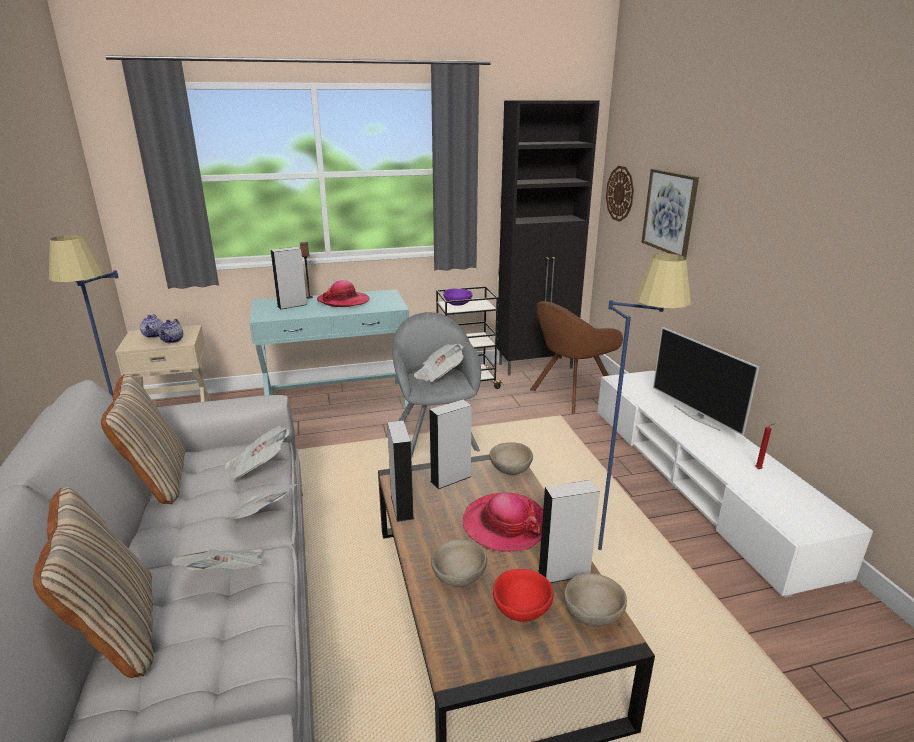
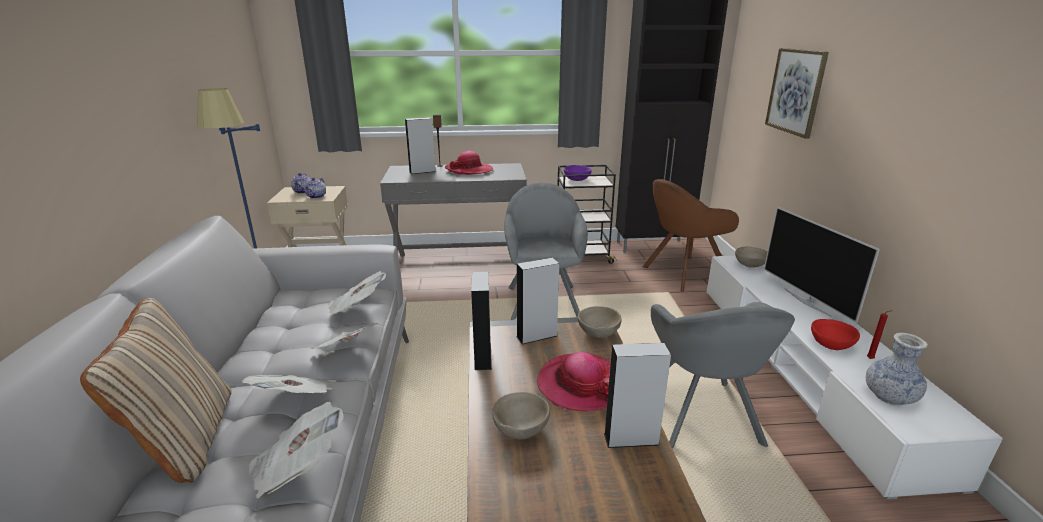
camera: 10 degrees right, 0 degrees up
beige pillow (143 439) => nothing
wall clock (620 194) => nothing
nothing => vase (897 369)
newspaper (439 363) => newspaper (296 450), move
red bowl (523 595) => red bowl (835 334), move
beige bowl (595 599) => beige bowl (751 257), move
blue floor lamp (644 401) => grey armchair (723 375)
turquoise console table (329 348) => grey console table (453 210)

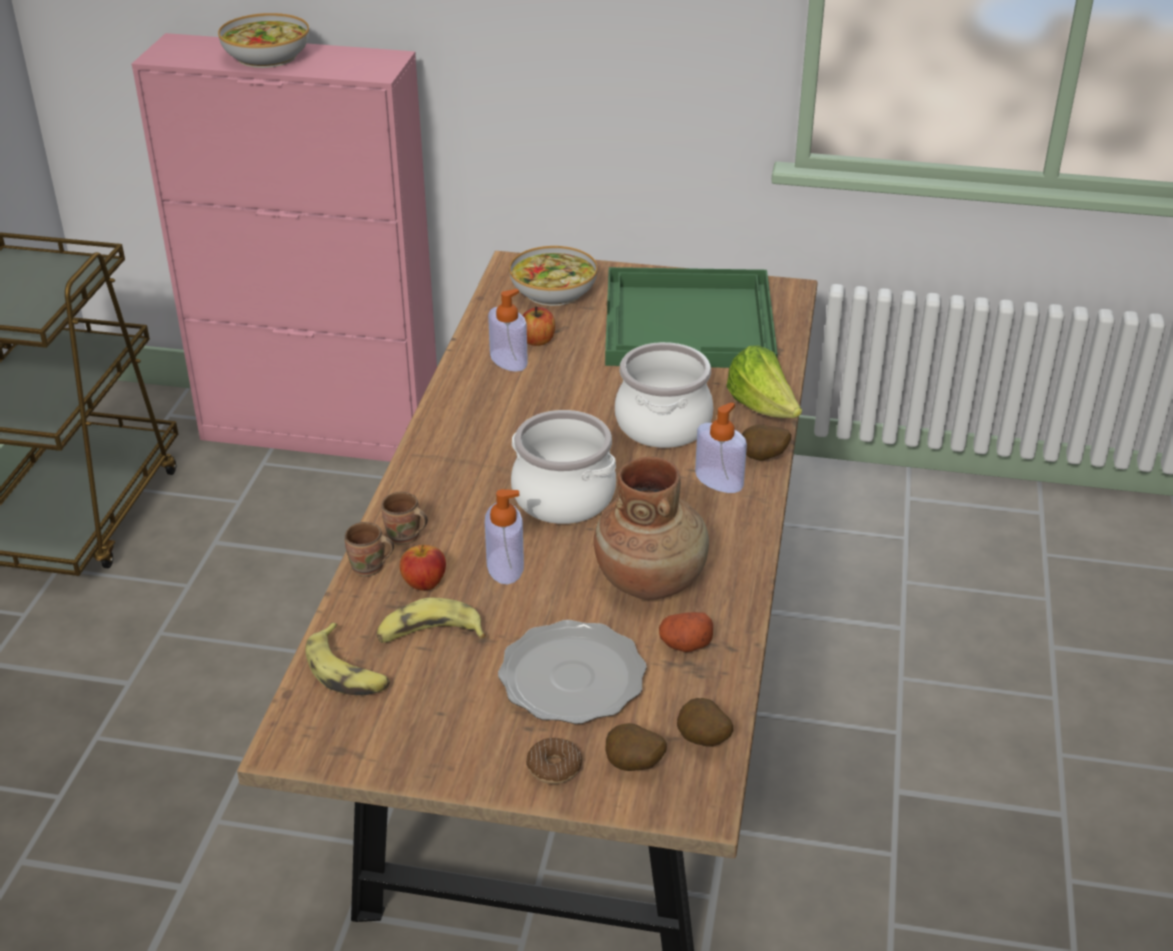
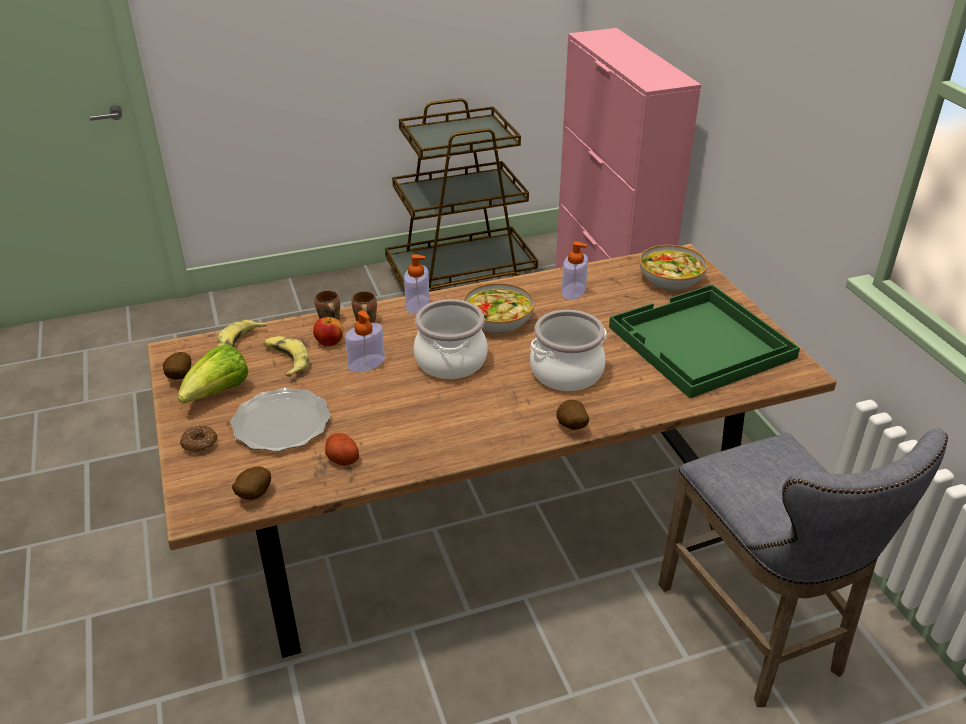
camera: 60 degrees right, 0 degrees up
apple (538 326) => nothing
brown vase (651 528) => nothing
nothing => grey stool (803 567)
bowl (263 40) => bowl (498 308), move
potato (636 747) => potato (177 365), move
soap dispenser (721 447) => soap dispenser (417 284), move
lettuce (764 381) => lettuce (213 373), move

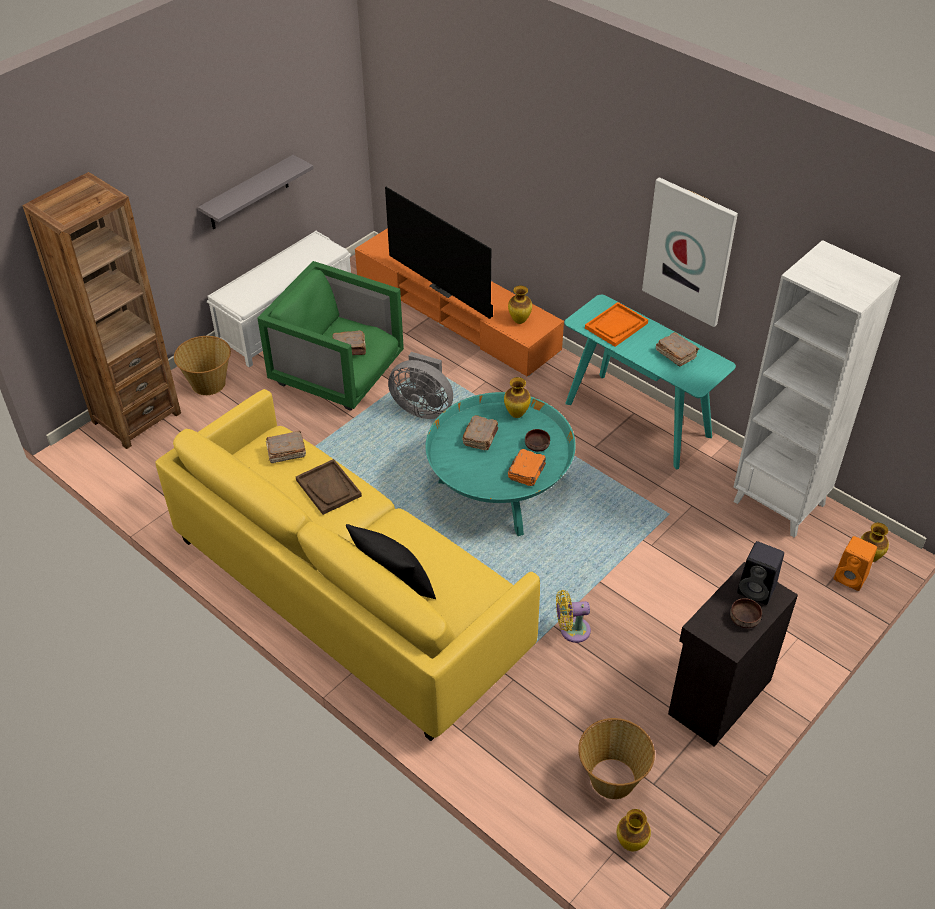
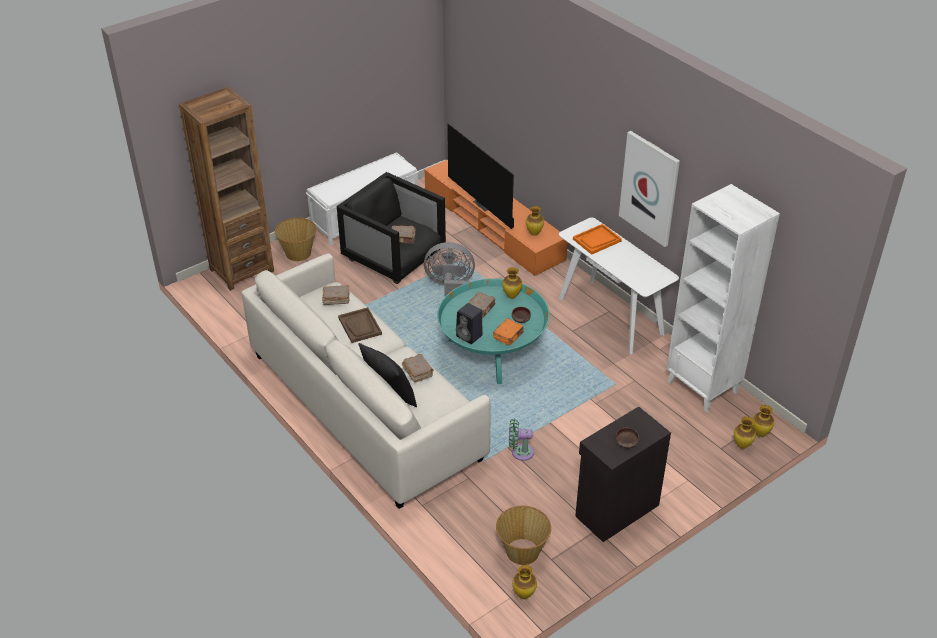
camera: 10 degrees right, 5 degrees down
grey shelf (256 192) => nothing
brown book (677 349) => brown book (418 368), move
black speaker (760 573) => black speaker (469 323), move
orange speaker (855 563) => vase (745 433)
yellow sofa (347 565) => white sofa (366 381)
green armchair (330 336) => black armchair (391 228)
yellow fan (573 616) => green fan (521 440)
turquoise console table (650 382) => white console table (619 286)
grey fan (420 385) => grey fan (449 269), 150 degrees clockwise

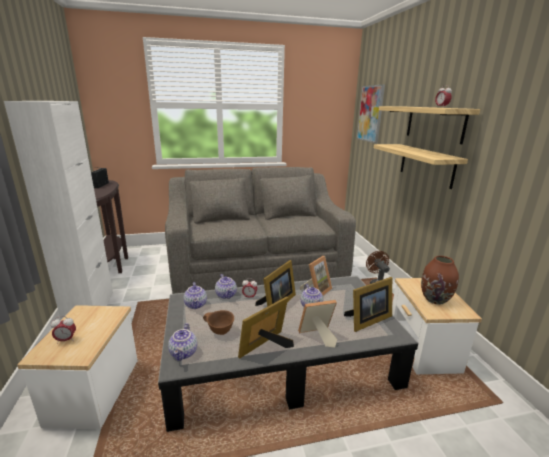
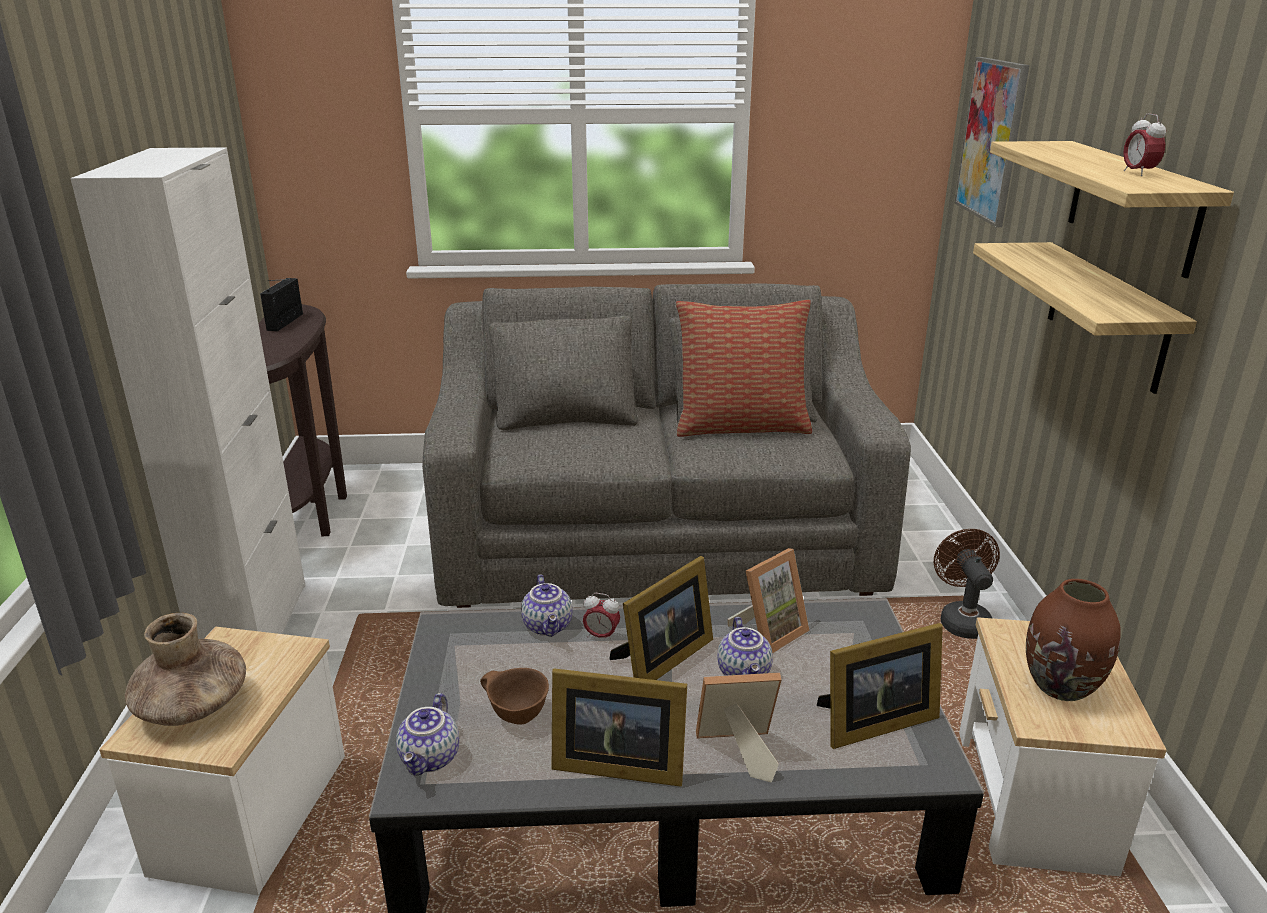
camera: 10 degrees right, 5 degrees up
teapot (195 295) => nothing
nothing => pillow (744 368)
alarm clock (63 329) => brown vase (185 669)
picture frame (266 327) => picture frame (619 727), 135 degrees counterclockwise

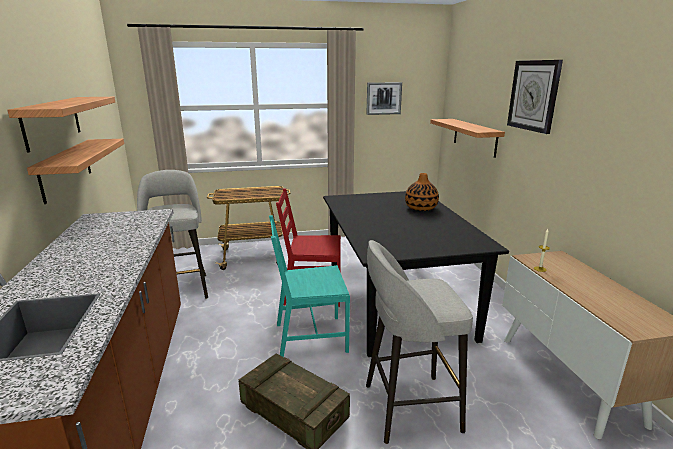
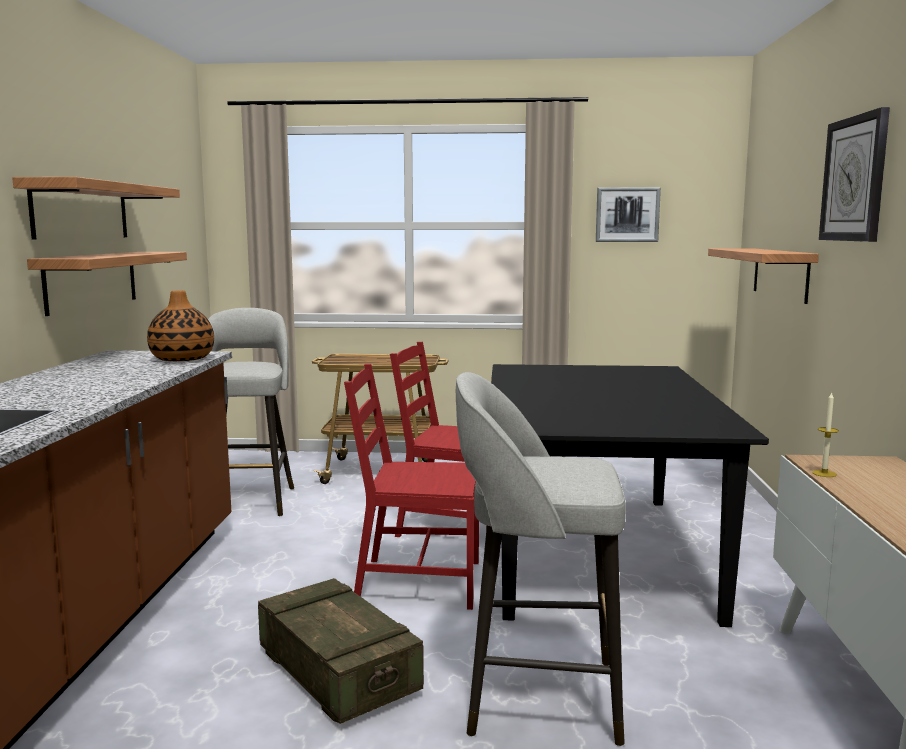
camera: 15 degrees right, 10 degrees down
vase (422 192) => vase (180 325), move
turquoise chair (309 286) => red chair (411 487)

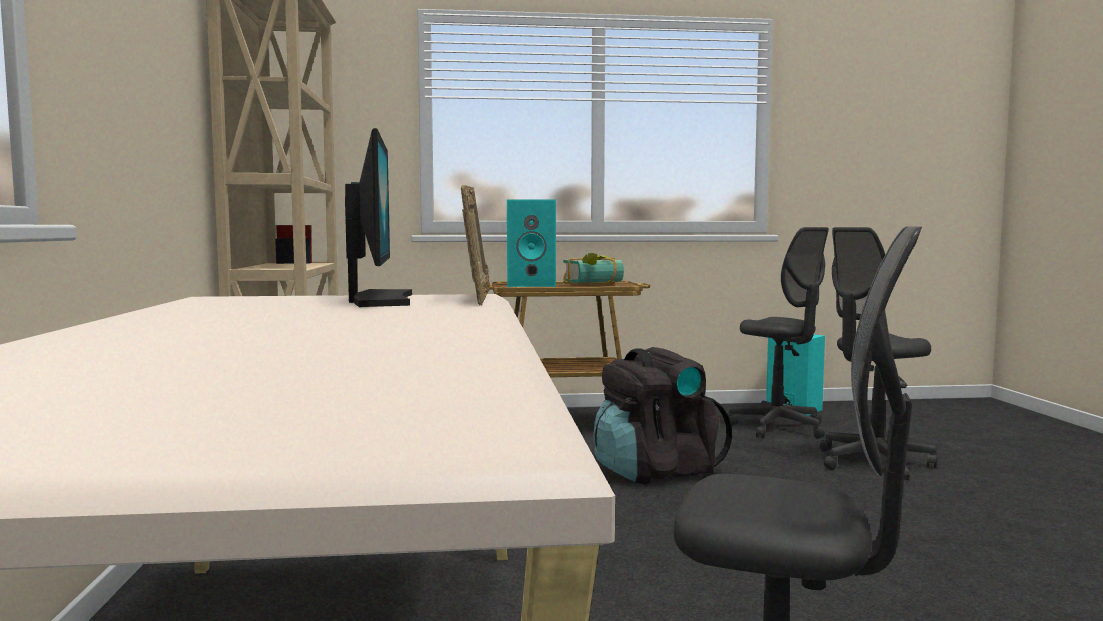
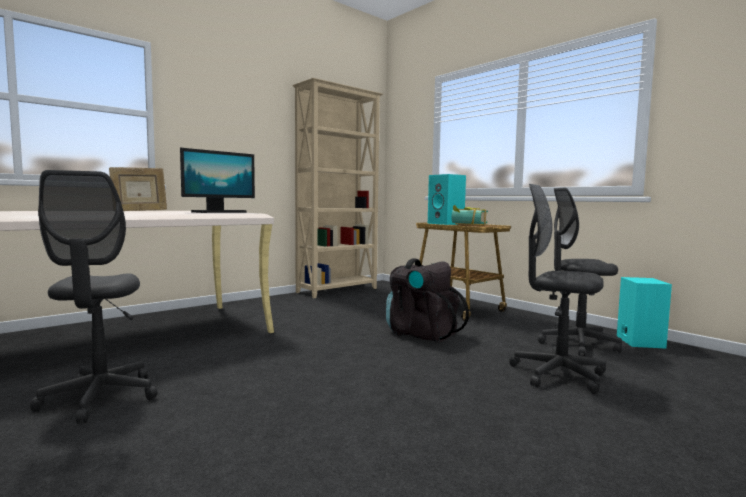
camera: 55 degrees right, 0 degrees up
picture frame (475 245) => picture frame (138 189), move
grey office chair (778 333) => grey office chair (579 272), 75 degrees clockwise

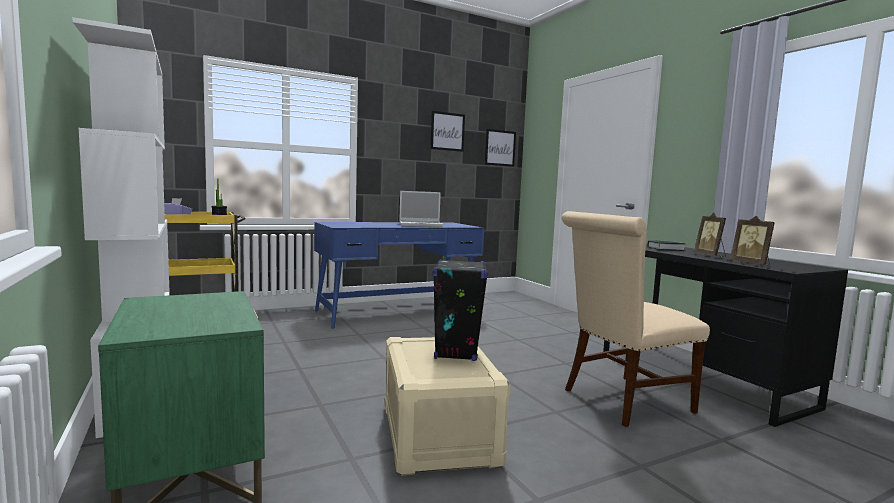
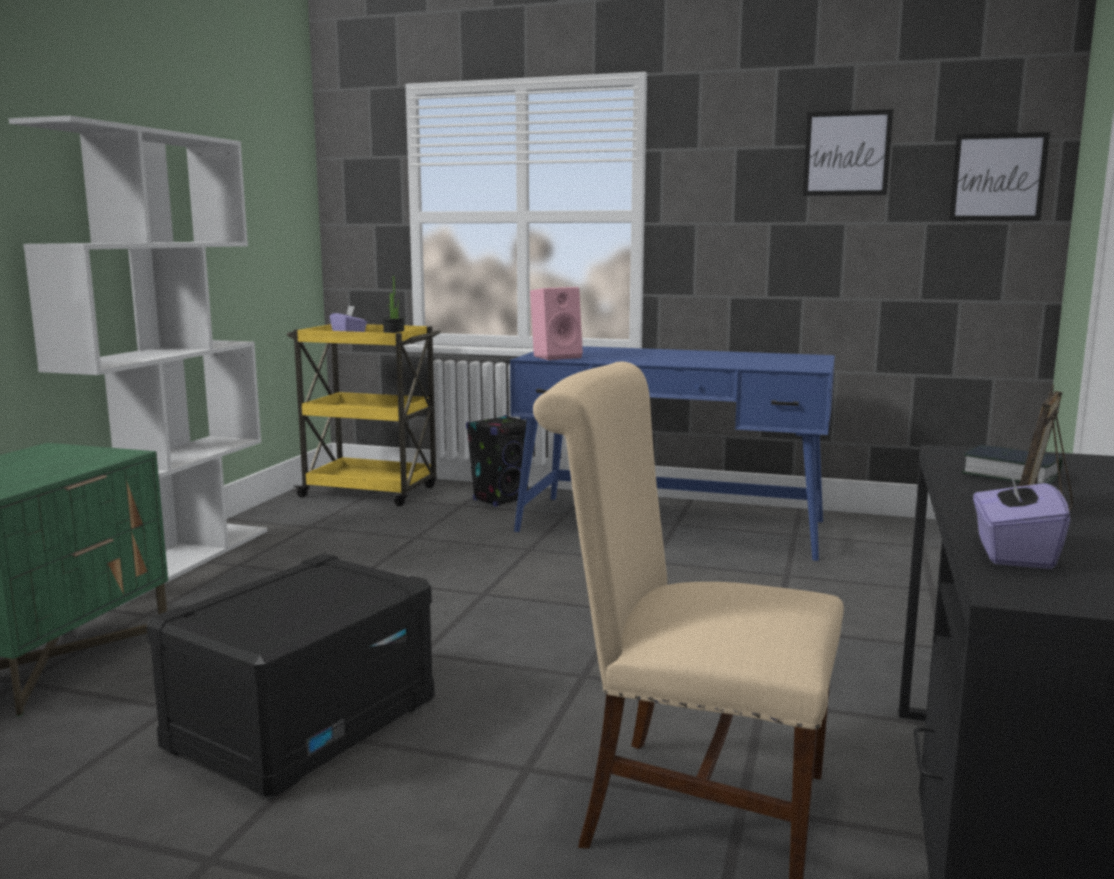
camera: 45 degrees right, 5 degrees up
laptop (421 209) => nothing
nothing => pink speaker (556 323)
black speaker (460 310) => black speaker (497 461), move
picture frame (752 240) => purple tissue box (1022 515)
beige storage box (448 406) => black storage box (291 676)

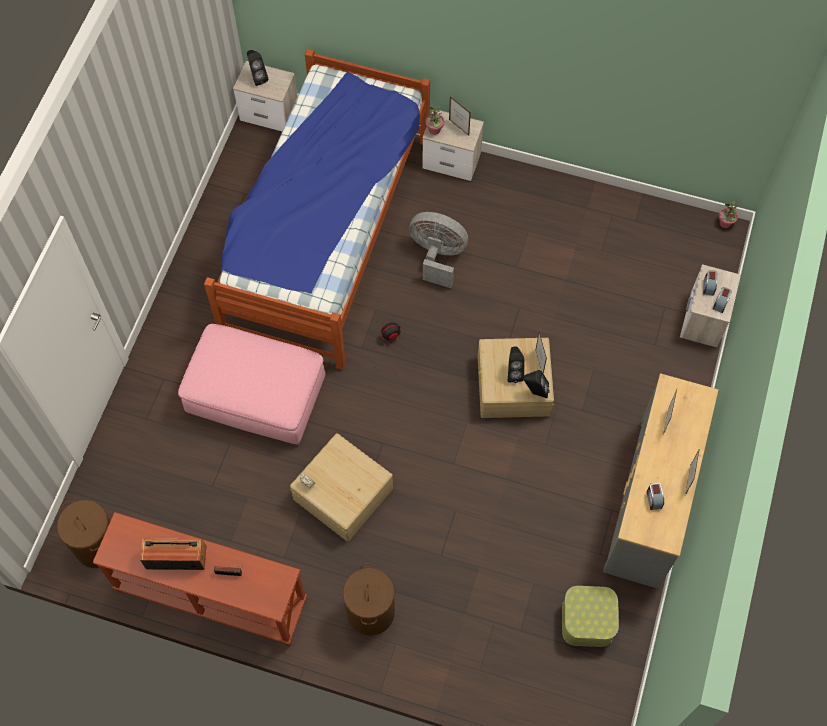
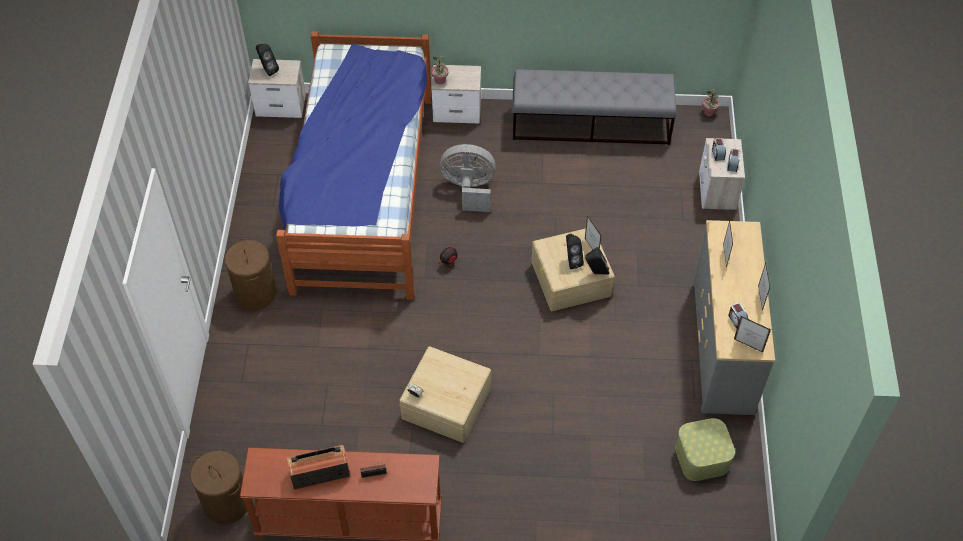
camera: 15 degrees left, 10 degrees down
pink ottoman (251 384) => nothing
nothing => grey bench (594 107)
brown laundry basket (369 599) => brown laundry basket (251 274), move
picture frame (460 116) => picture frame (752 334), move

